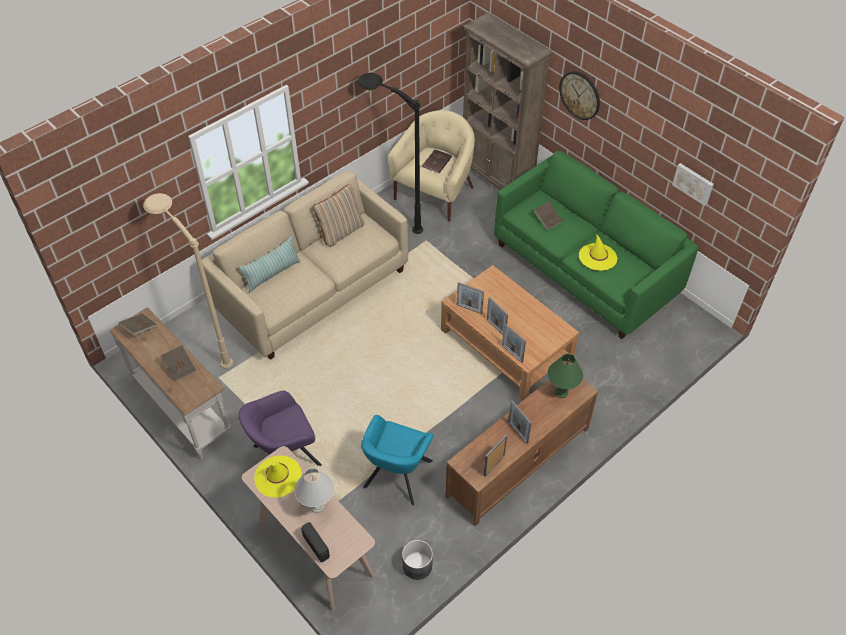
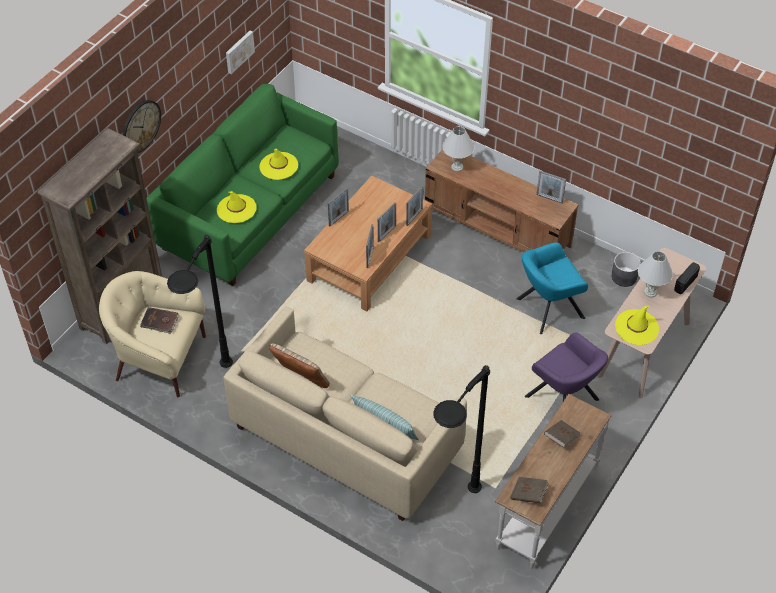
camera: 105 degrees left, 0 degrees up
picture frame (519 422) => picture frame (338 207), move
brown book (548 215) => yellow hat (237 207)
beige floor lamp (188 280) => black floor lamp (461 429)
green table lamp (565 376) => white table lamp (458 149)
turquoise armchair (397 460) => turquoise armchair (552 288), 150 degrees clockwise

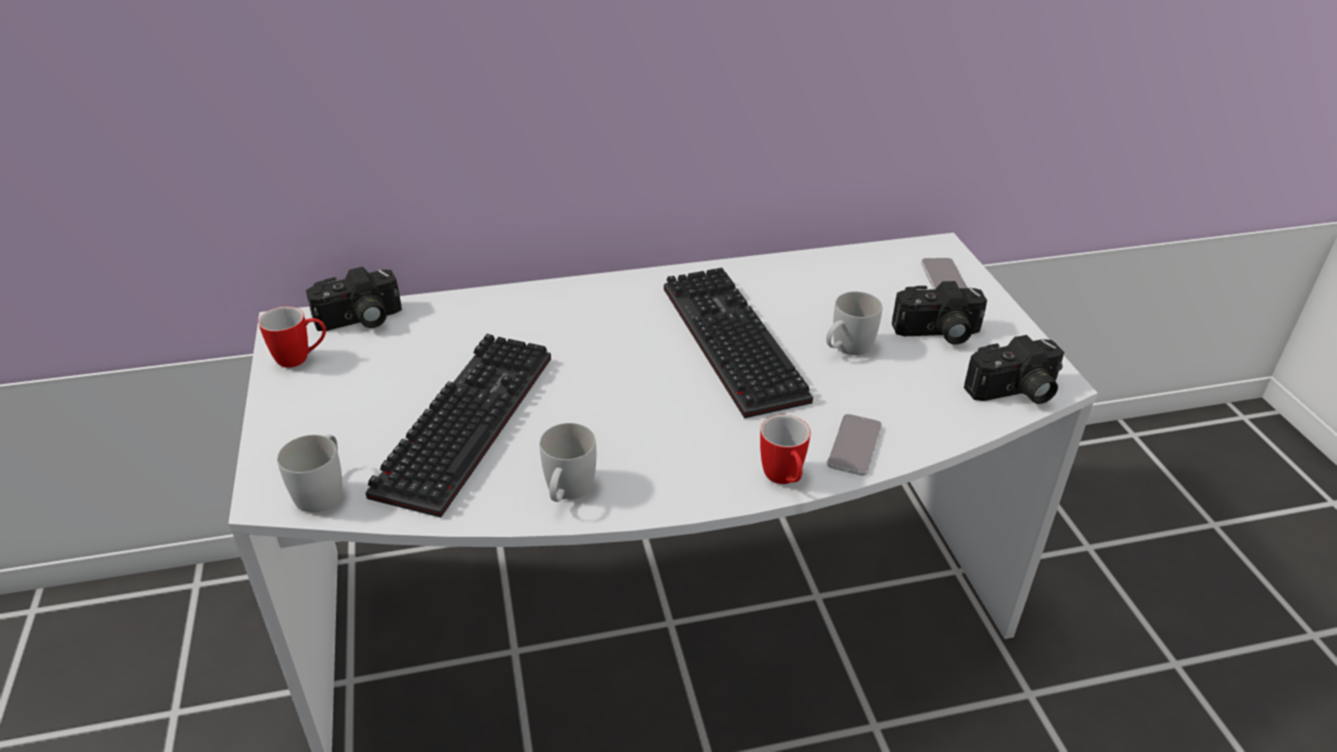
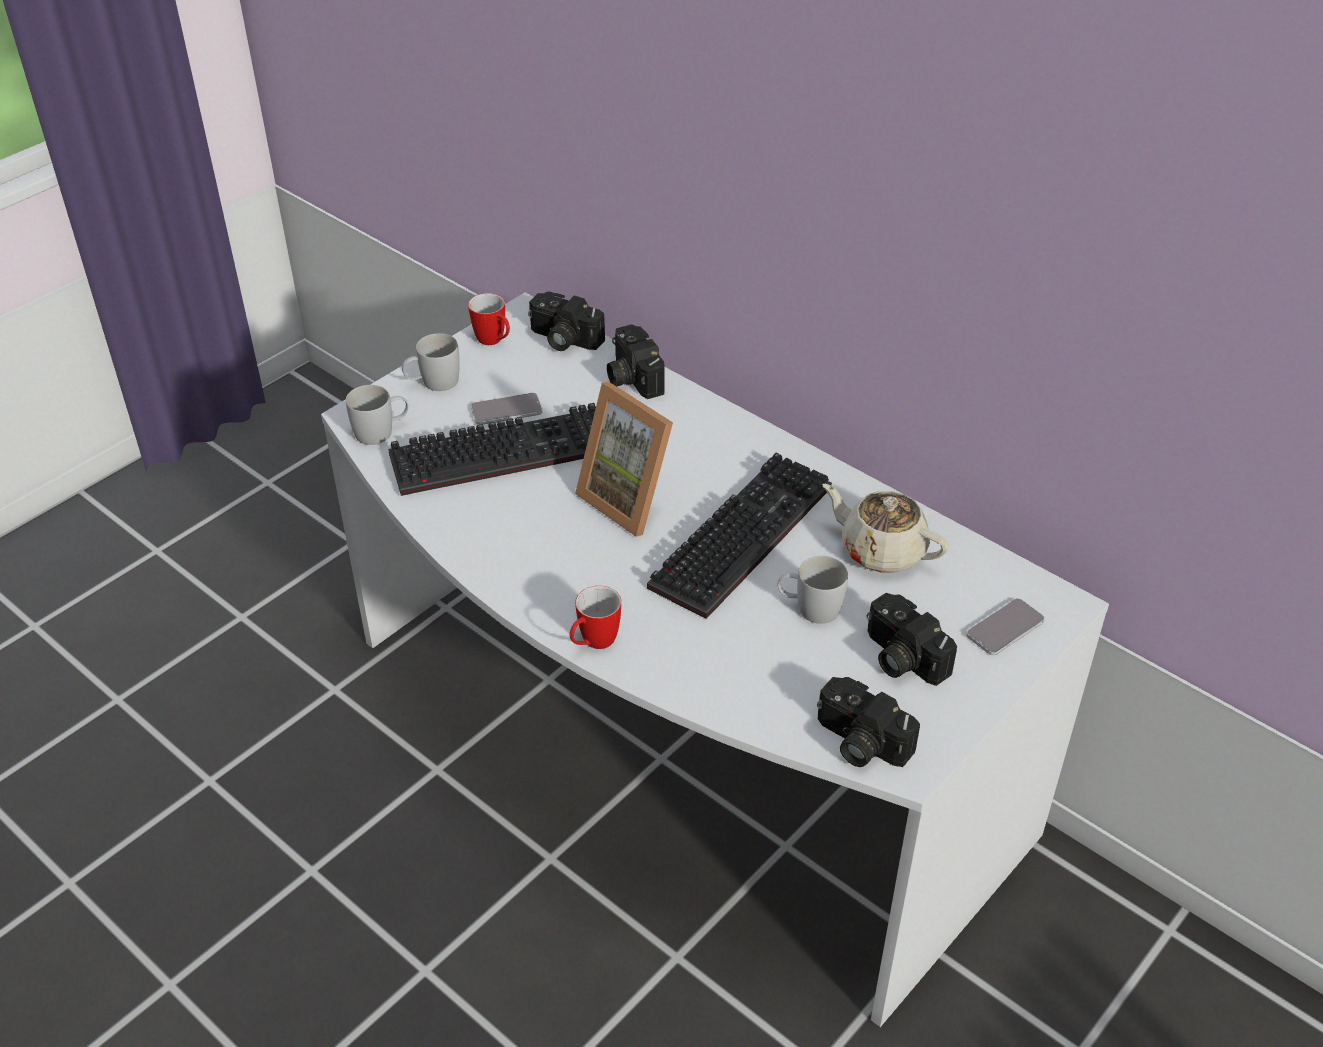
camera: 55 degrees right, 5 degrees up
nothing => picture frame (624 459)
nothing => photo camera (636 361)
nothing => beige teapot (885 528)
white mug (568 462) => white mug (431 362), move
phone (854 445) => phone (506 409), move

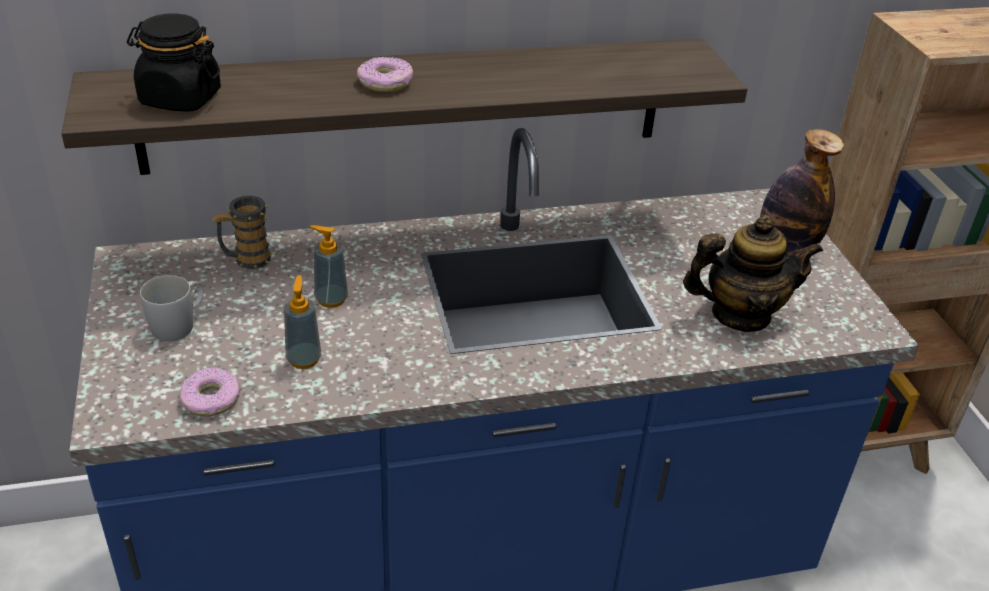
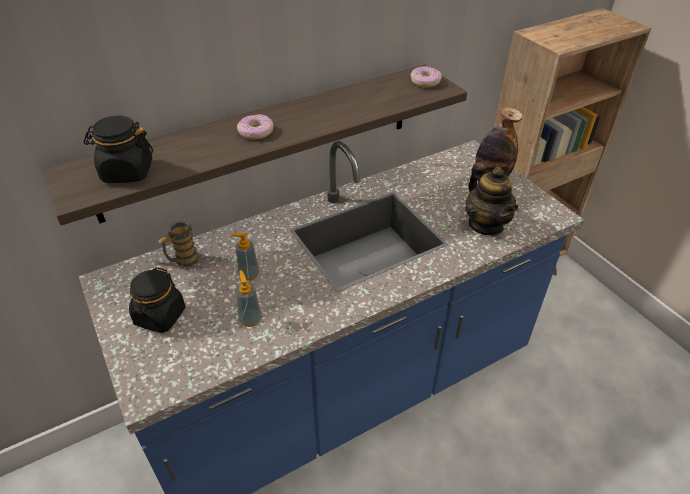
camera: 15 degrees left, 5 degrees up
donut (210 392) => donut (426 76), move
white mug (172 308) => black jar (157 300)
teapot (753 273) => teapot (491 199), 90 degrees clockwise

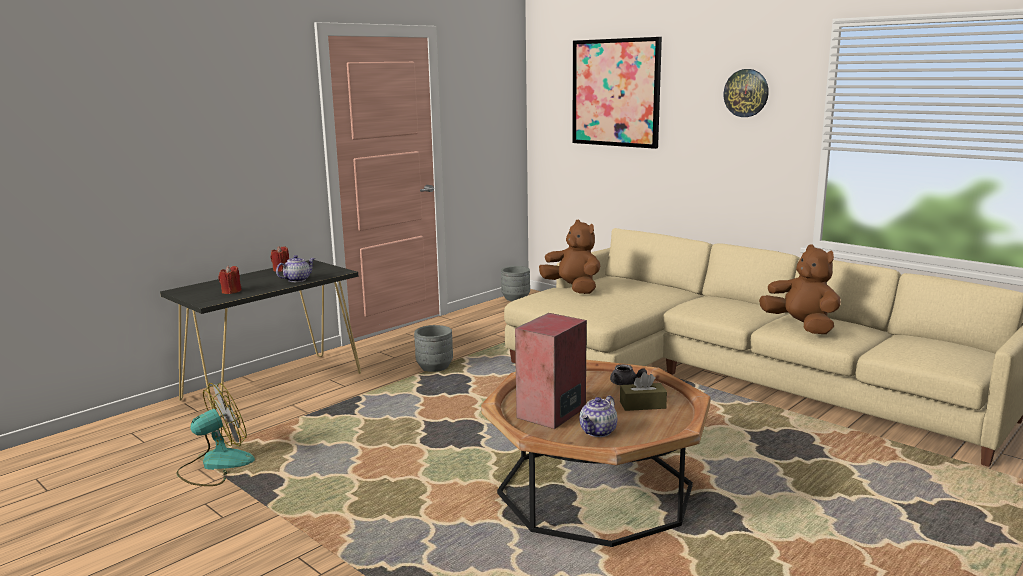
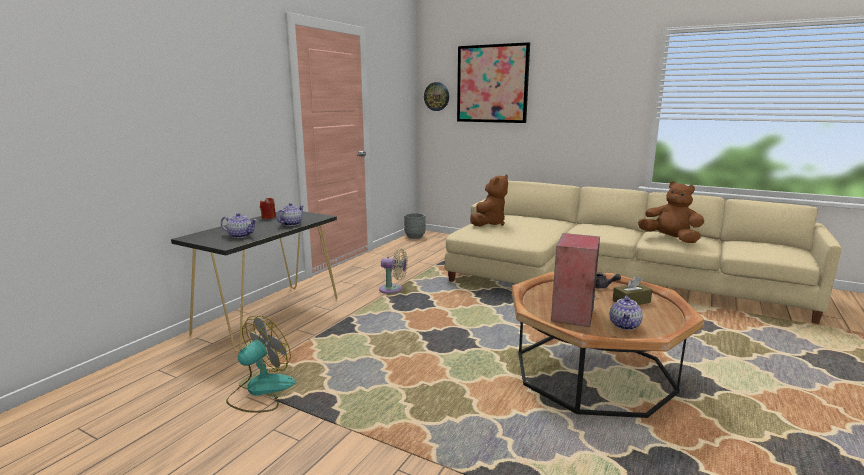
camera: 15 degrees left, 0 degrees up
wall clock (746 93) => wall clock (436 96), move
red candle (230 280) => teapot (239 225)
grey planter (433 348) => beige fan (393 271)
brown plush toy (569 257) => brown plush toy (489 200), 90 degrees clockwise

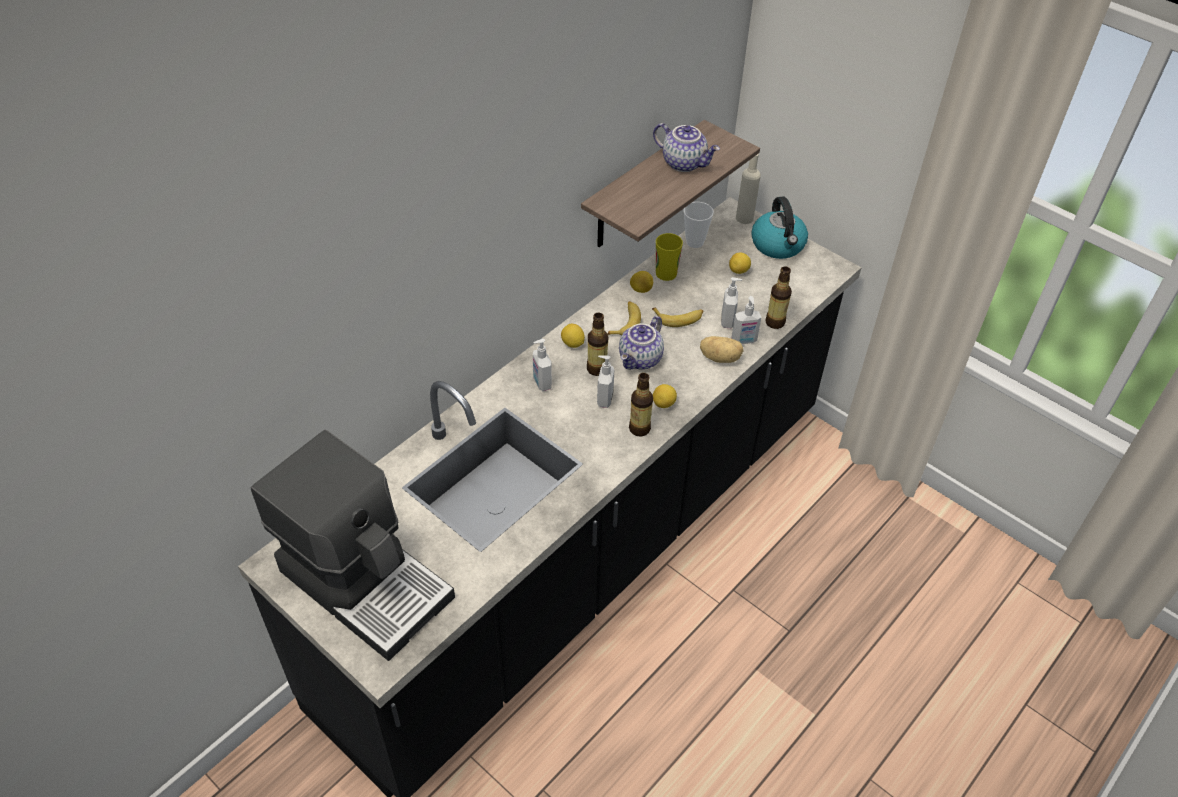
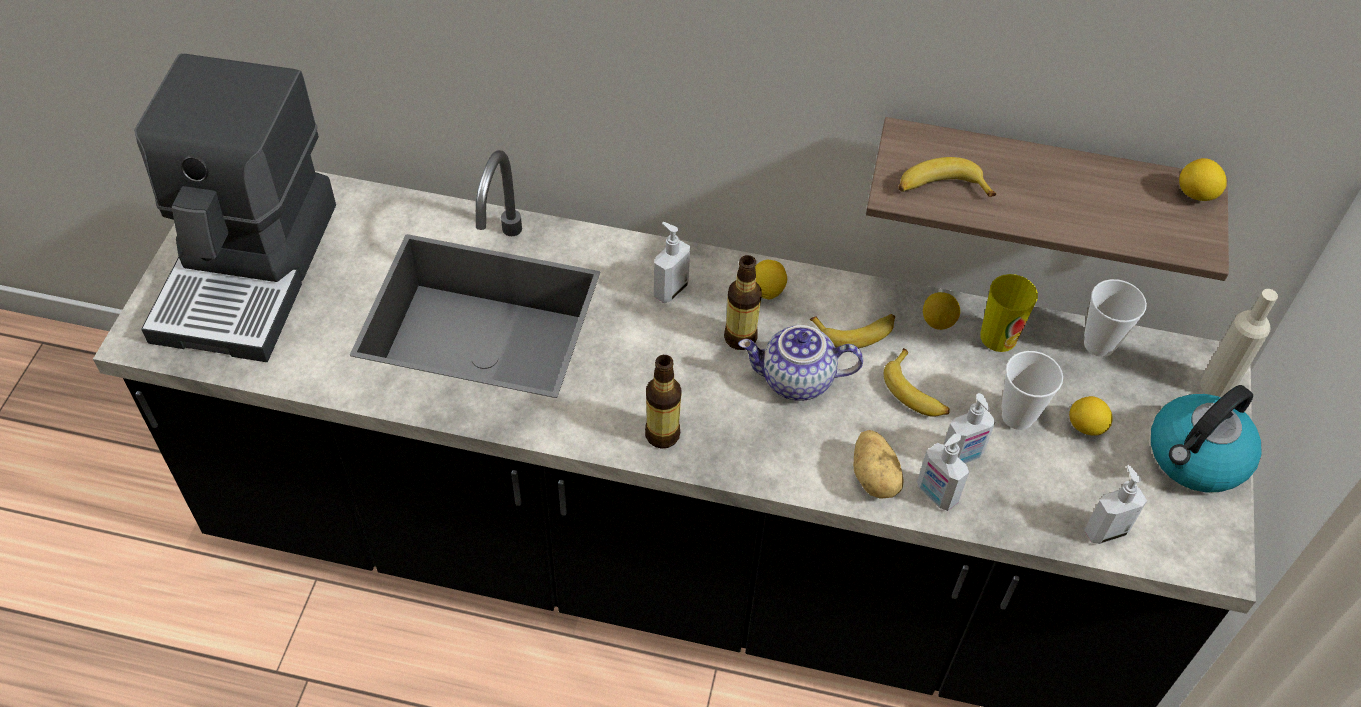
camera: 60 degrees right, 5 degrees up
teapot (686 147) => nothing
bottle (779 297) => nothing
nothing => banana (947 177)
nothing => cup (1032 390)
soap dispenser (605 381) => soap dispenser (1115 504), move
lemon (665 396) => lemon (1203 179), move

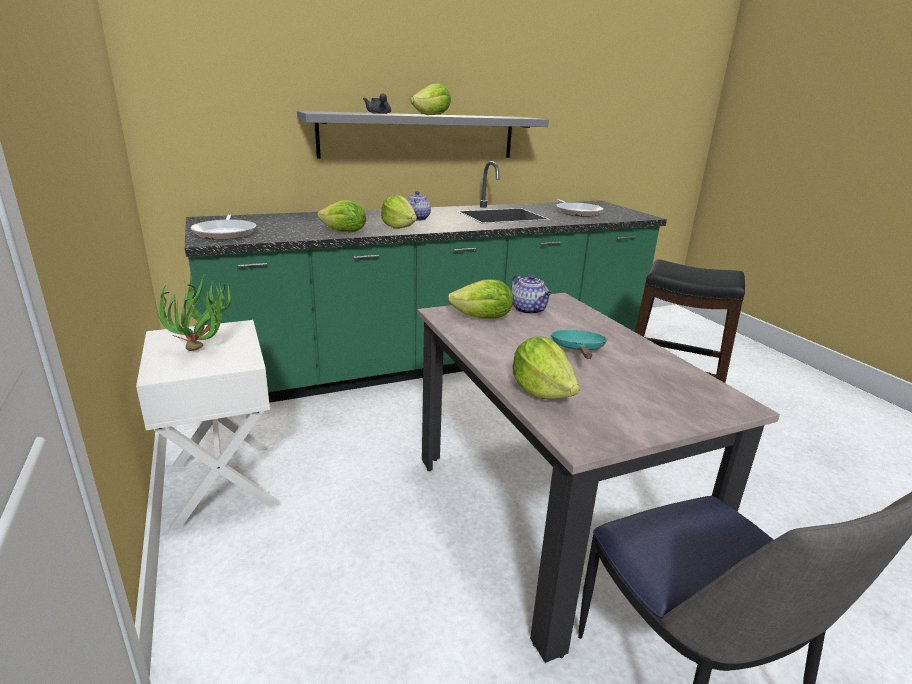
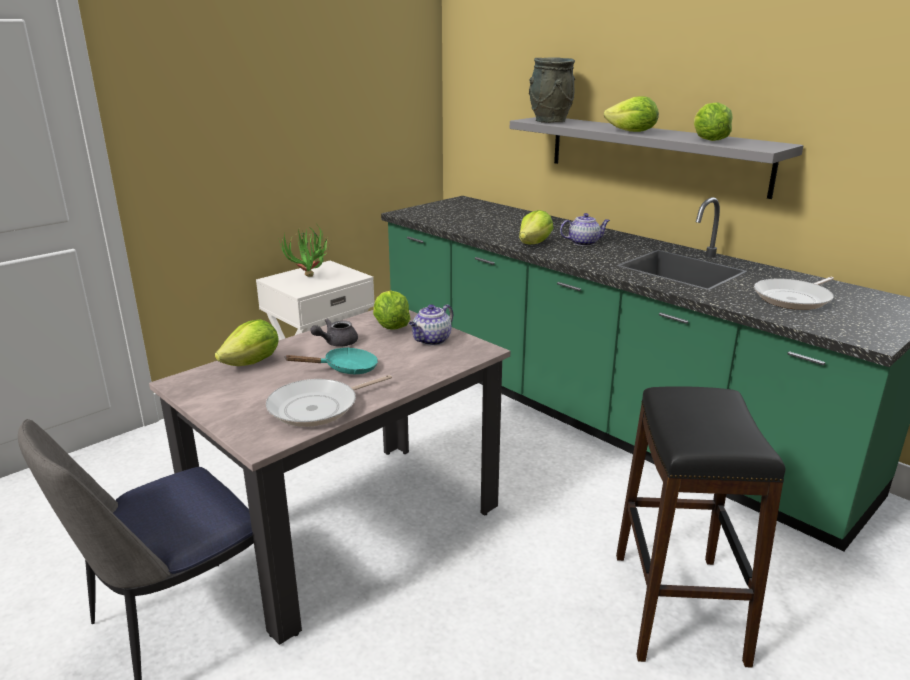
camera: 70 degrees right, 0 degrees up
nothing => grey vase (552 90)
frying pan (223 227) => frying pan (329 401), move
lettuce (341 216) => lettuce (713 121), move
grey teapot (377 103) => grey teapot (334 333), move

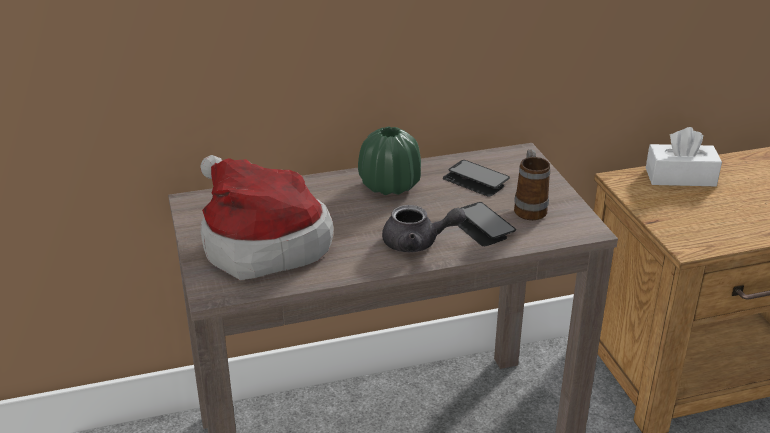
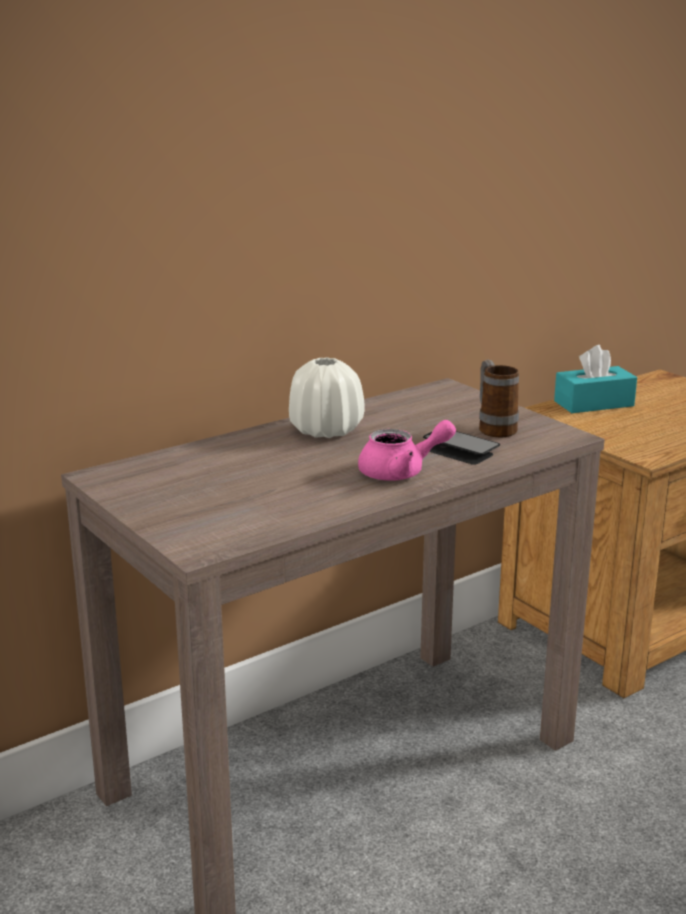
camera: 20 degrees left, 10 degrees down
hat (267 217) => nothing
phone (476 178) => nothing
green vase (389 161) => white vase (327 397)
grey teapot (424 228) => pink teapot (407 450)
white tissue box (684 156) => turquoise tissue box (595 379)

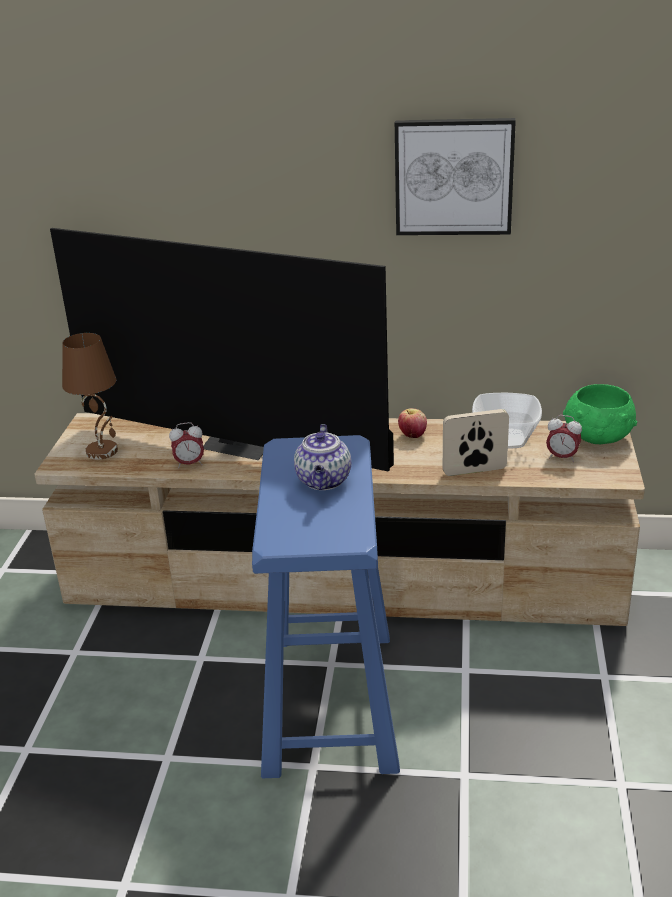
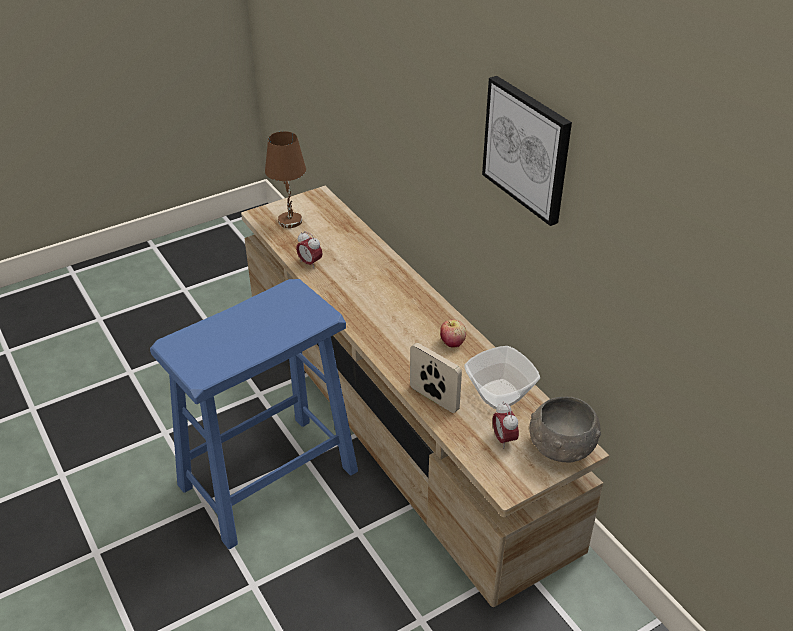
camera: 50 degrees right, 10 degrees up
television (222 350) => nothing
teapot (322 457) => nothing
green bowl (600 414) => grey bowl (565 430)

